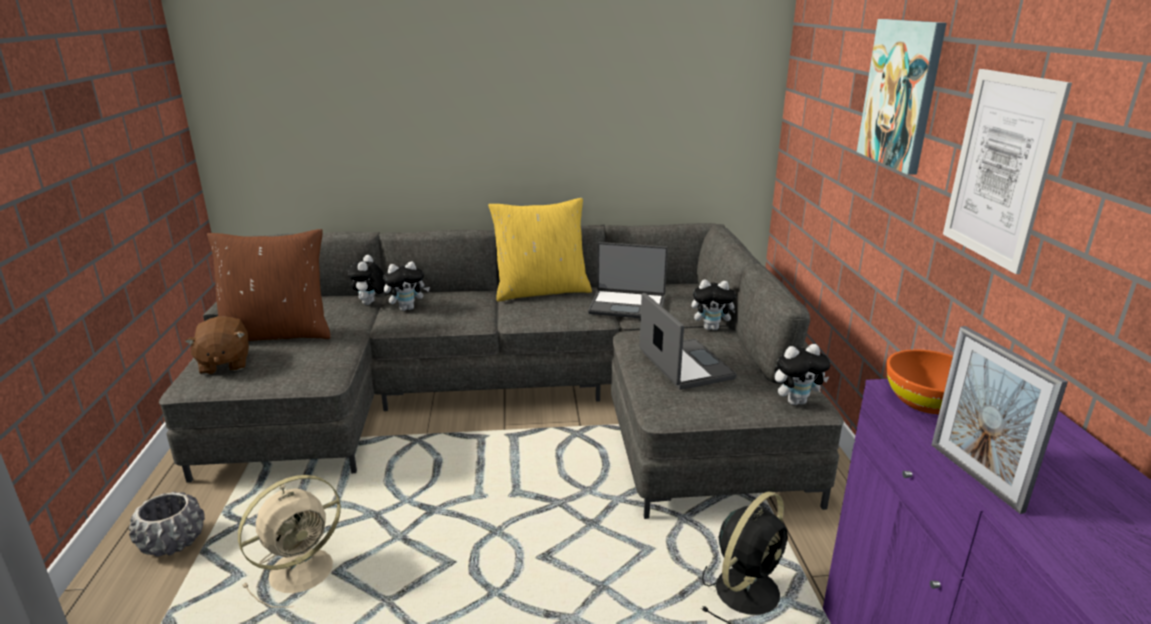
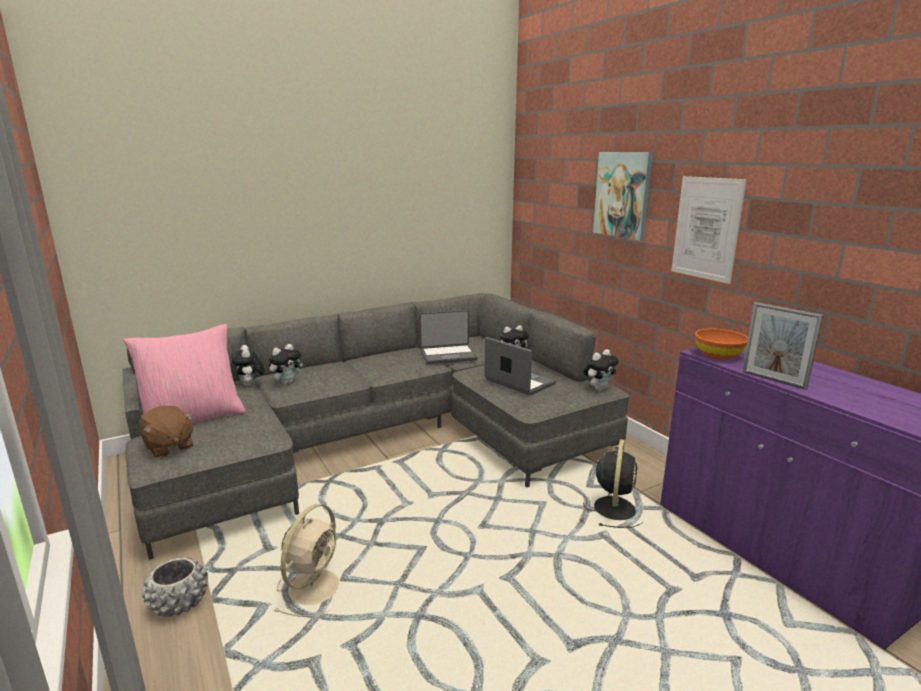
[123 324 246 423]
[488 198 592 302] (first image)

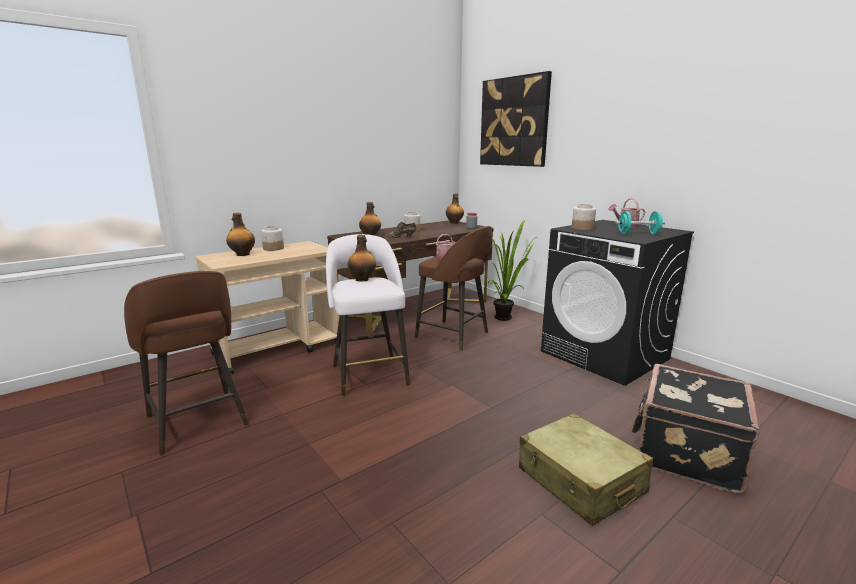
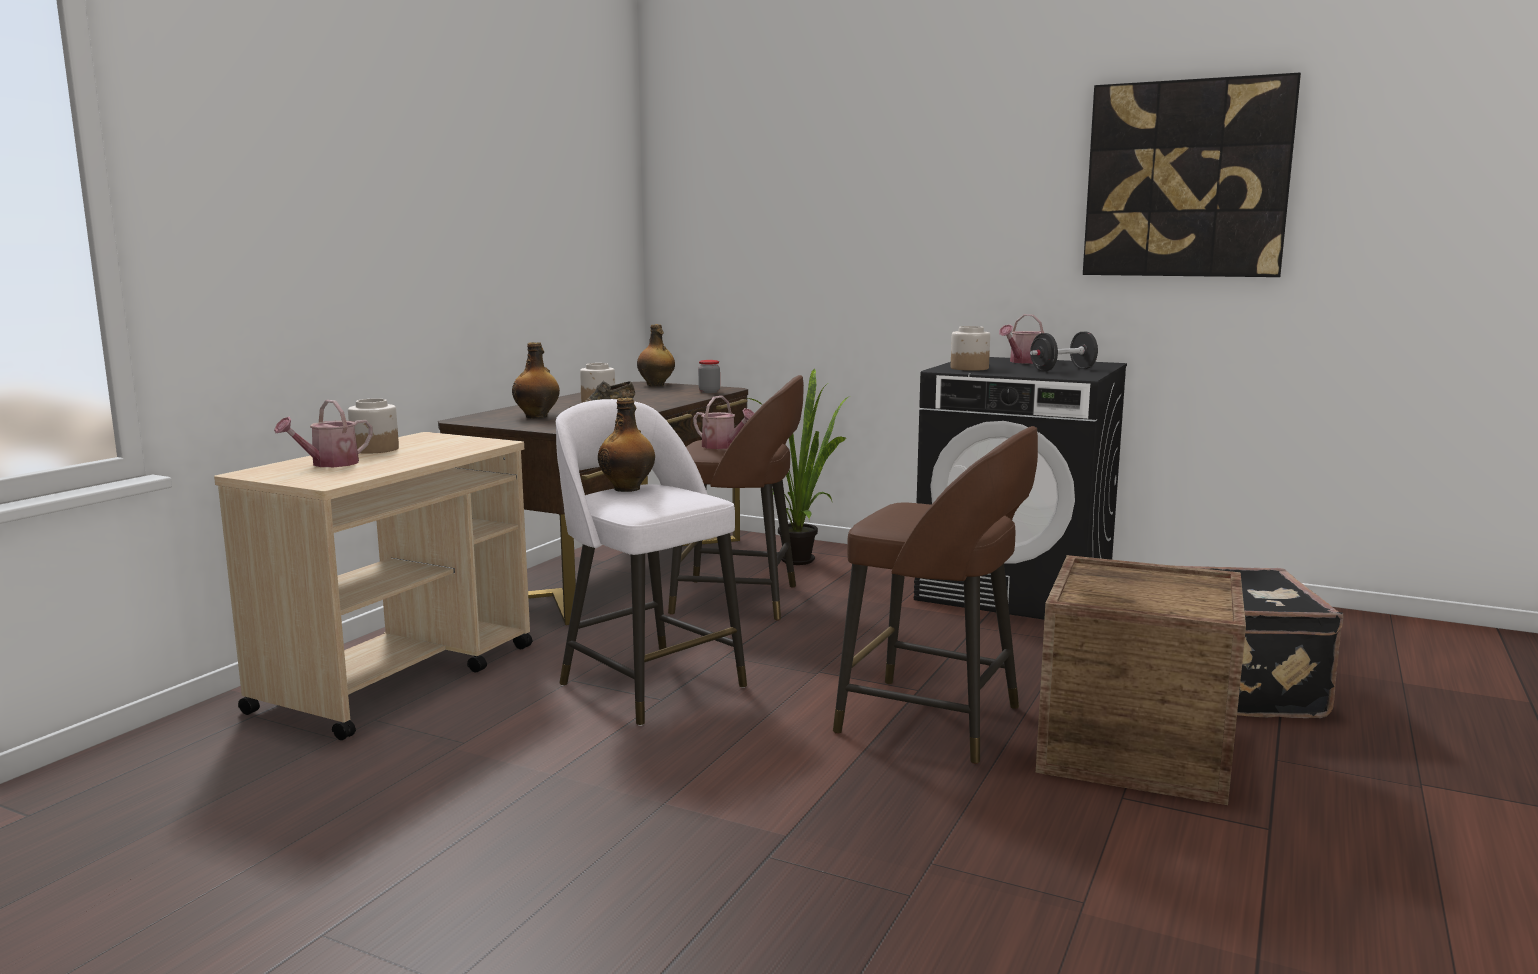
[274 400 373 467]
[833 426 1038 764]
[1030 332 1098 371]
[1036 555 1246 805]
[1083 73 1301 277]

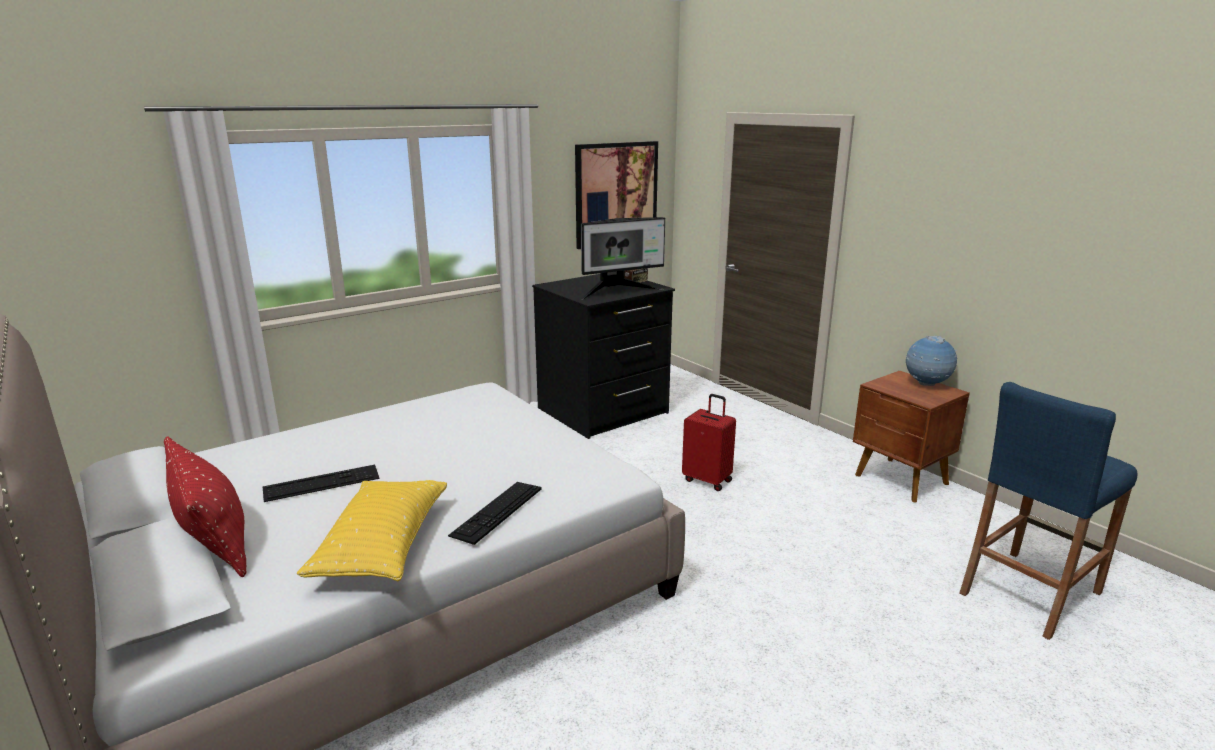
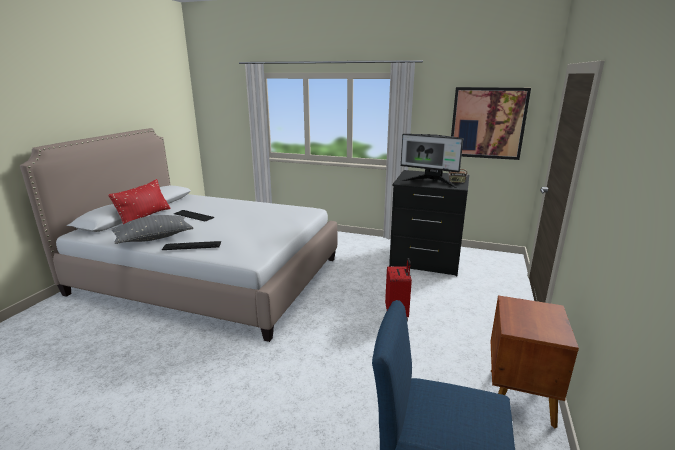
[111 215 193 244]
[906 336 957 386] (first image)

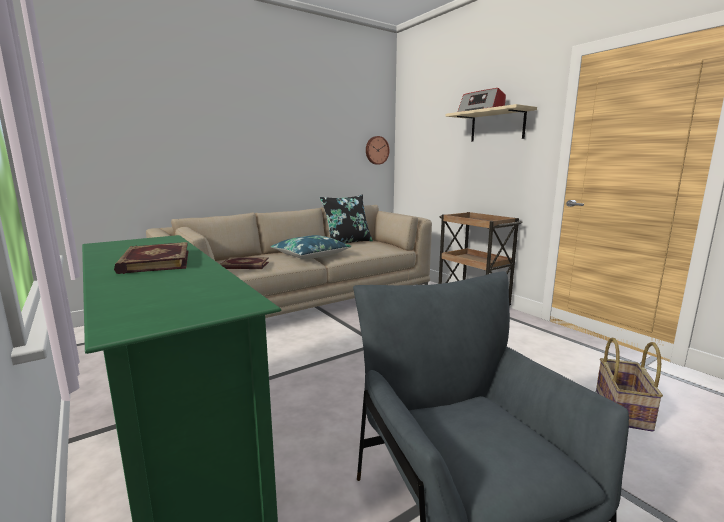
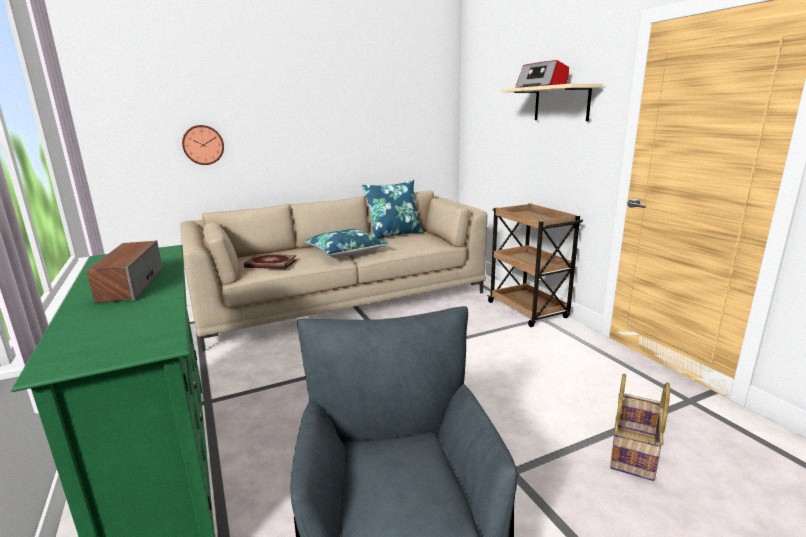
[86 240 163 303]
[182 125 224 165]
[362 180 424 239]

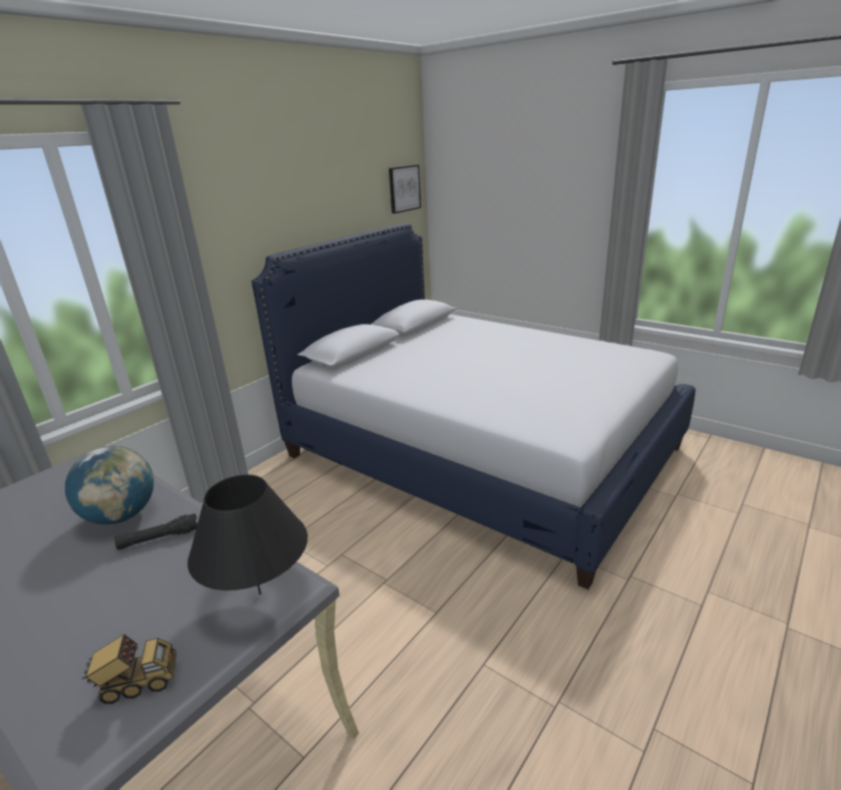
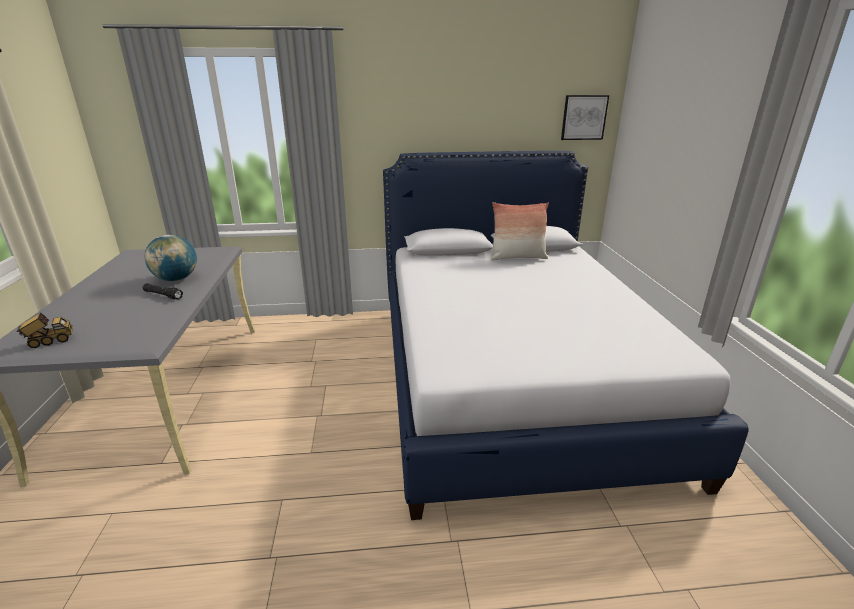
[16 313 73 348]
[491 202 549 261]
[187 475 308 595] (first image)

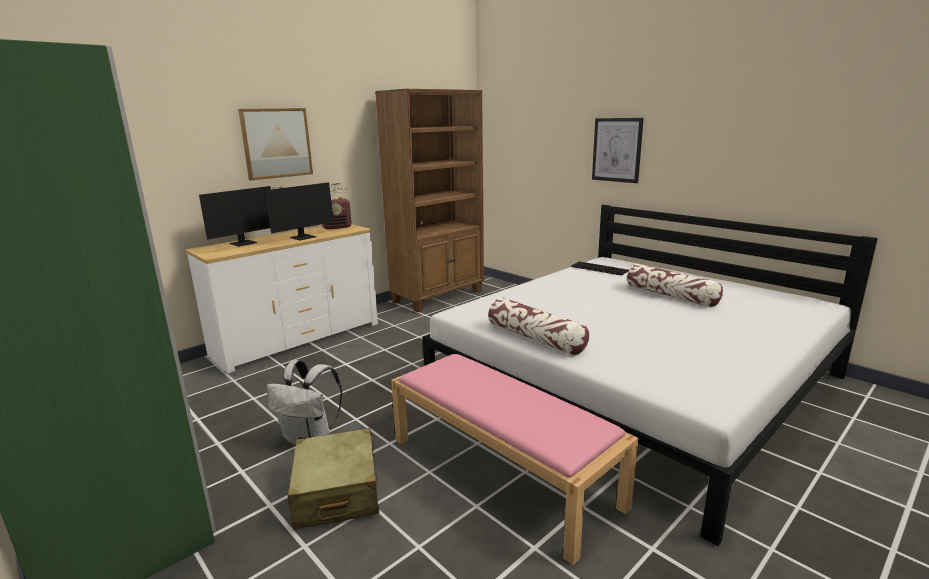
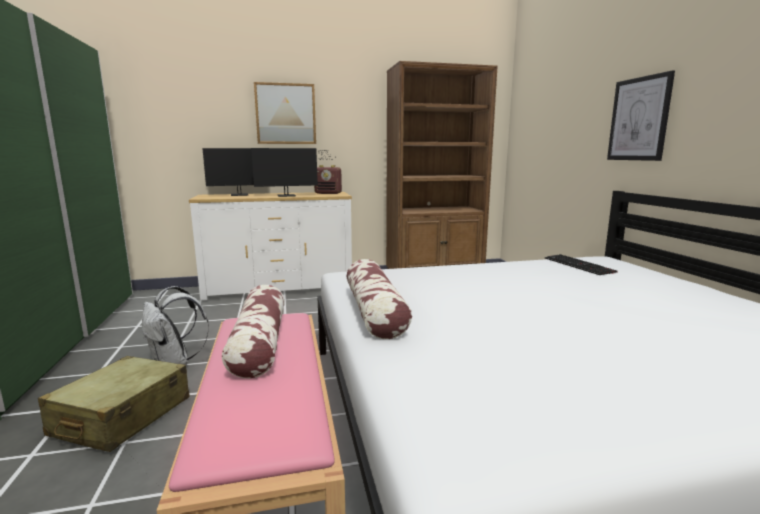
[222 285 285 378]

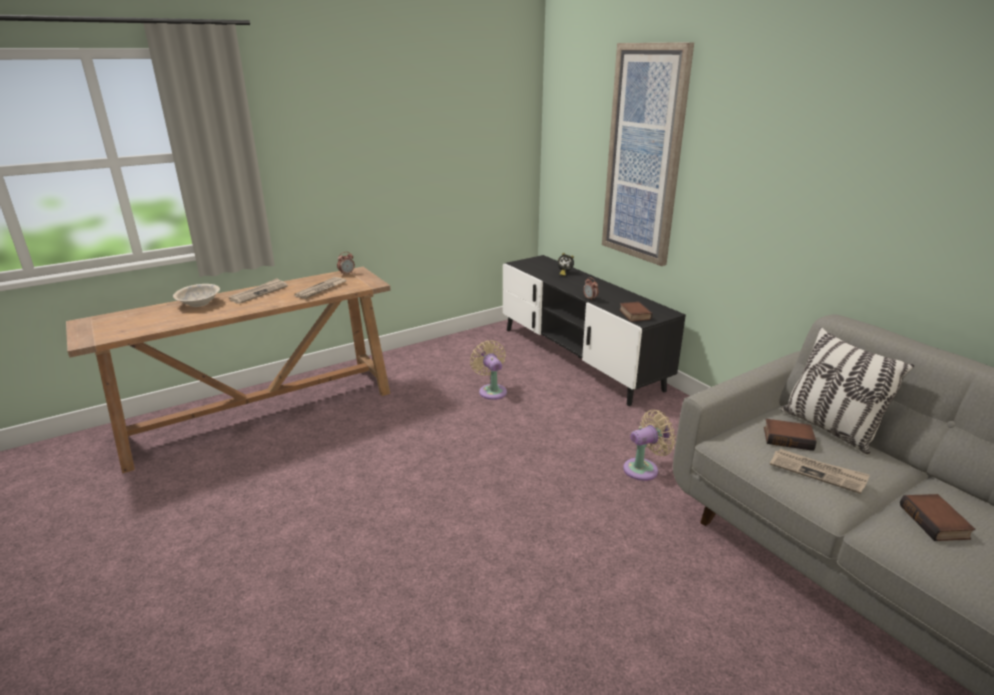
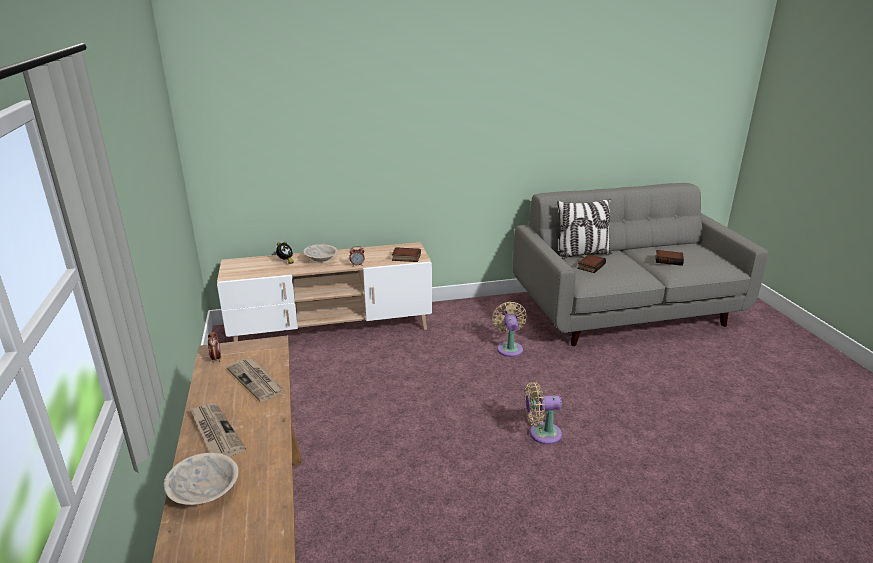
[217 242 432 342]
[303 244 338 262]
[525 382 562 445]
[602 42 694 266] (first image)
[770 449 870 494] (first image)

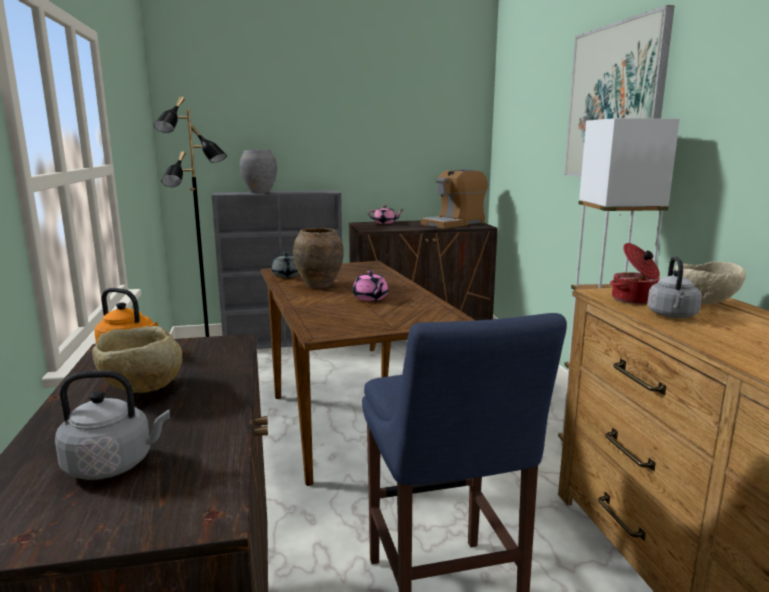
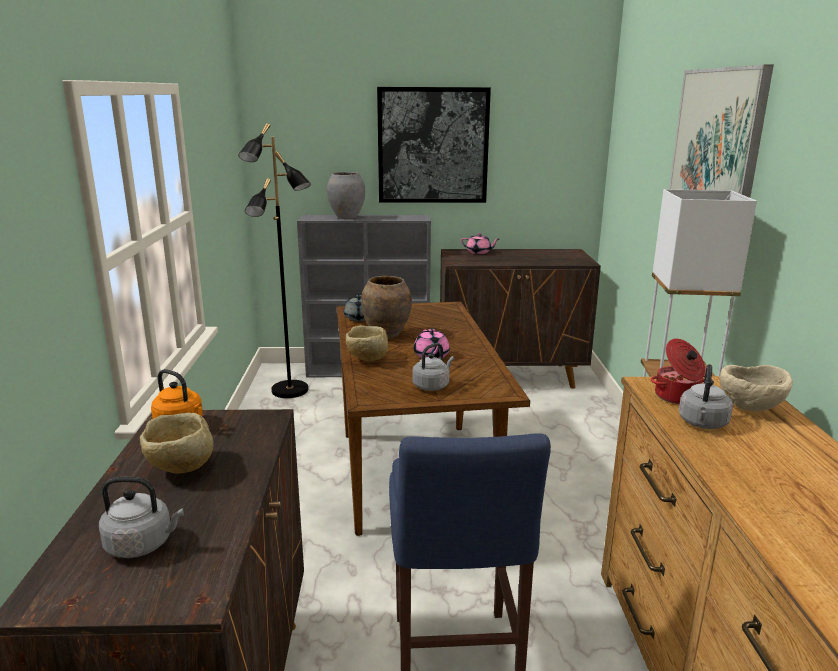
[346 325 388 361]
[377 87 491 203]
[412 343 454 391]
[421 169 488 229] (first image)

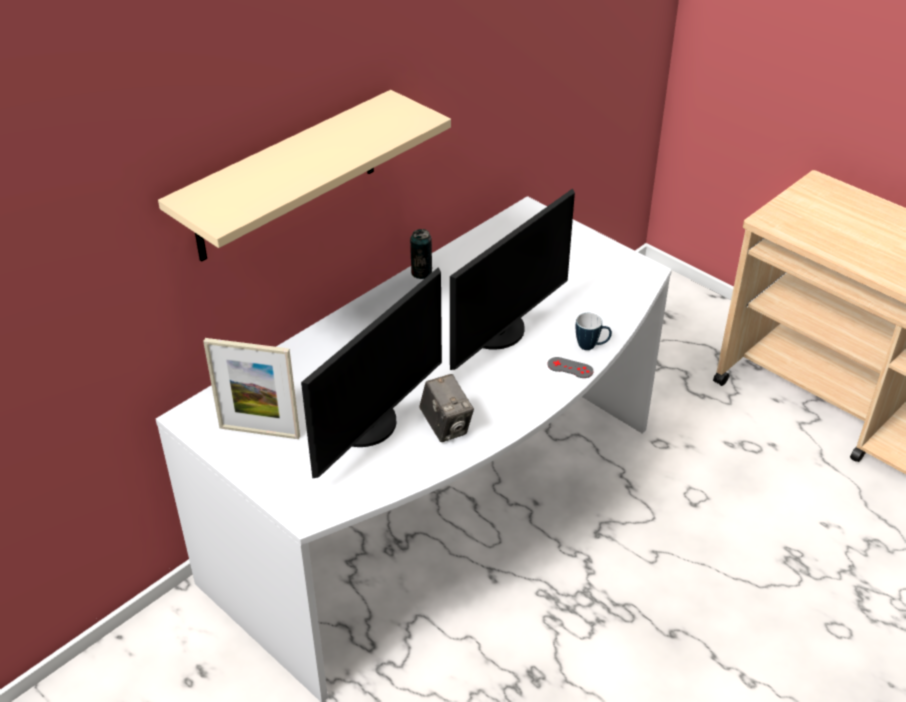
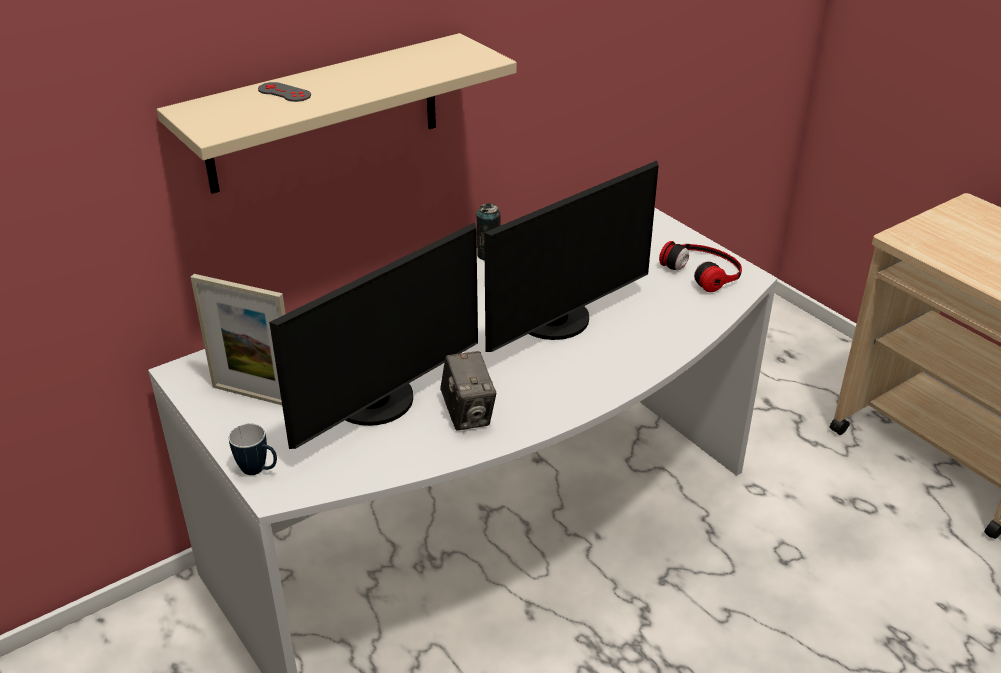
[229 424 277 475]
[258 82 311 102]
[659 241 742 292]

